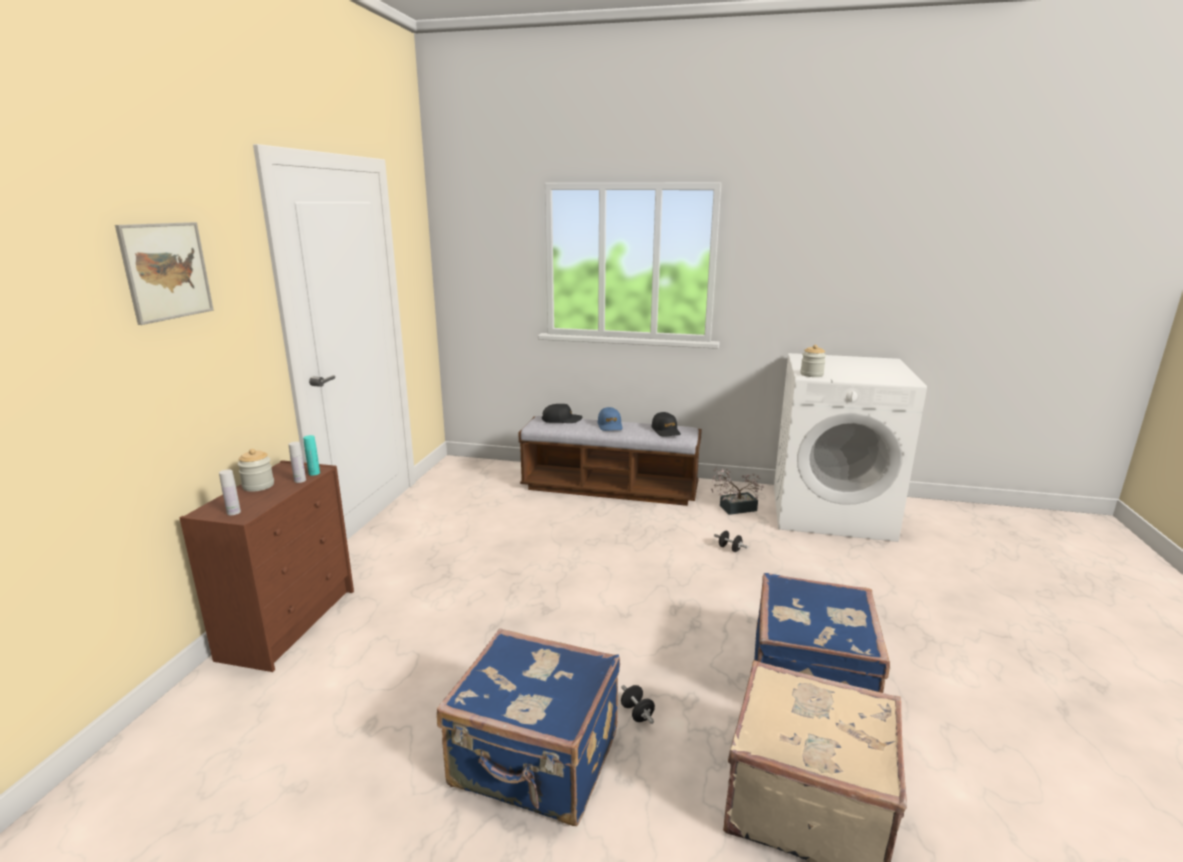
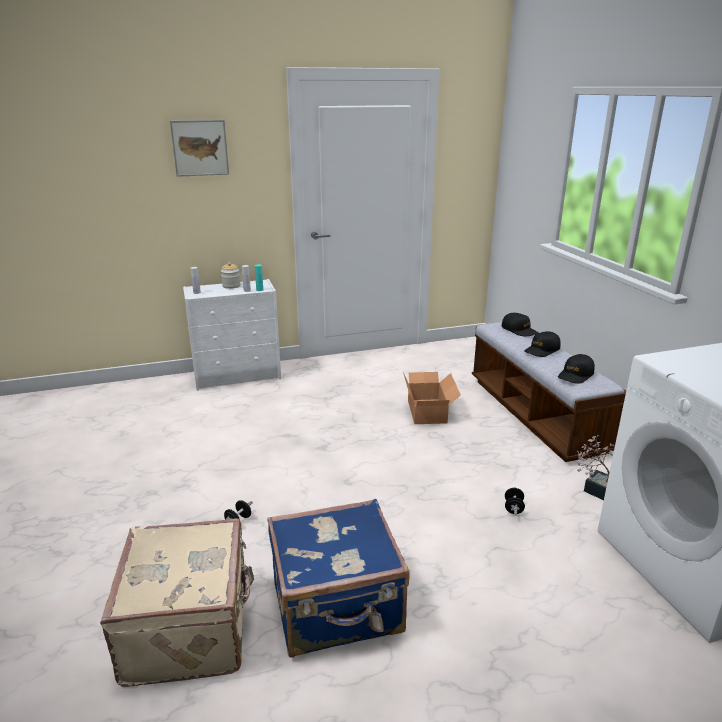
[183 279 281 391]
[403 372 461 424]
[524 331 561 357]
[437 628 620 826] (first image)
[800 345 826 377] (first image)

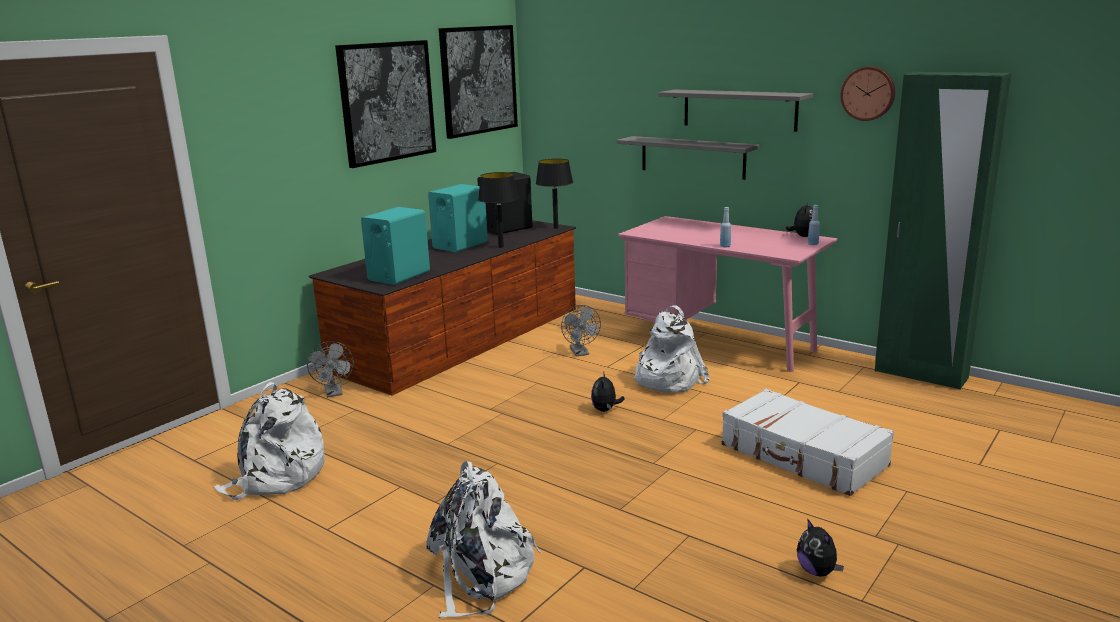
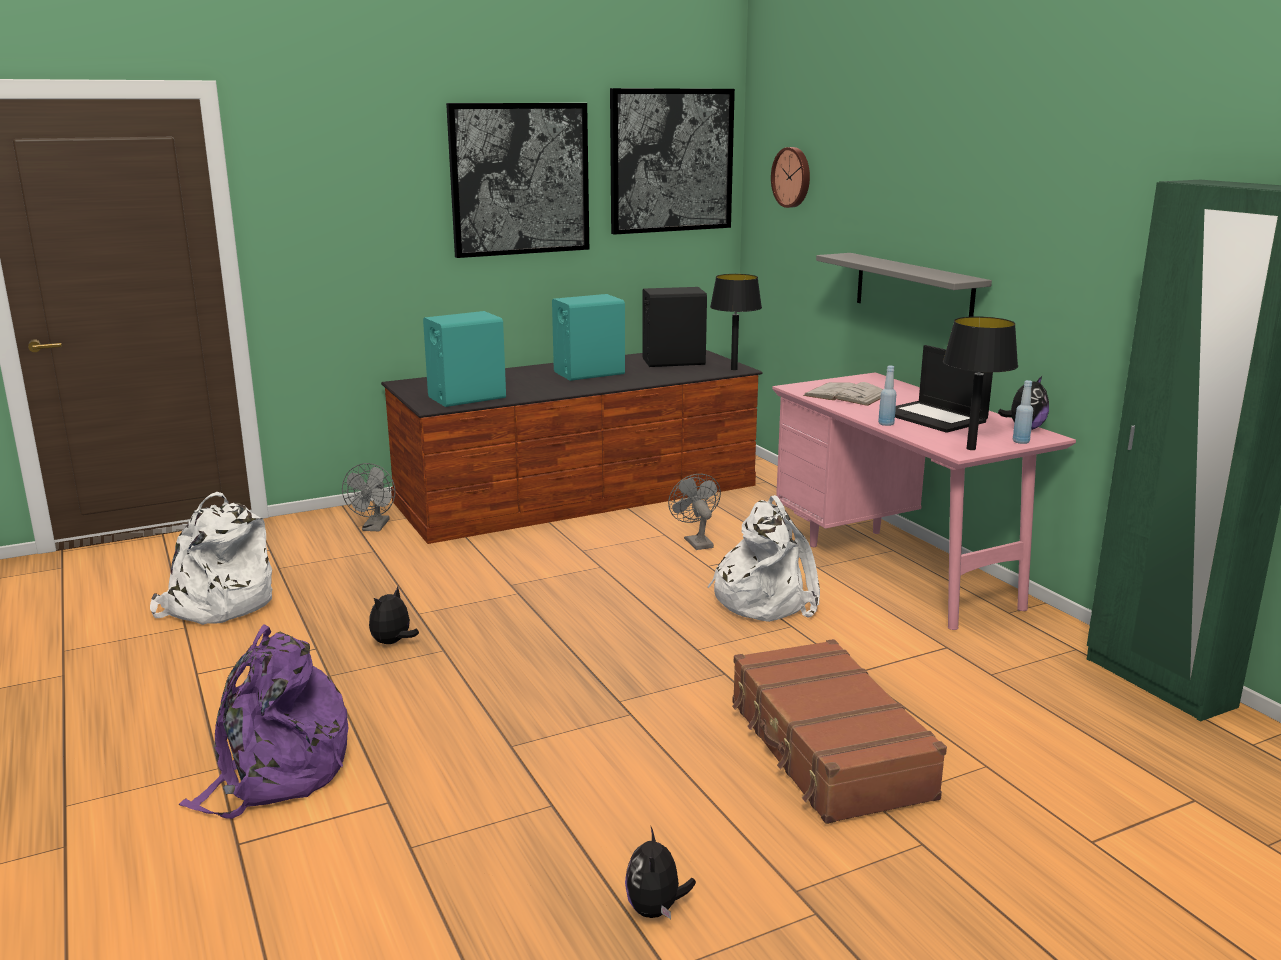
[179 624 349 819]
[369 587 419 644]
[668 474 721 550]
[732 639 947 824]
[771 147 810 208]
[803 382 883 406]
[895 345 993 433]
[943 316 1018 450]
[658 89 813 132] (first image)

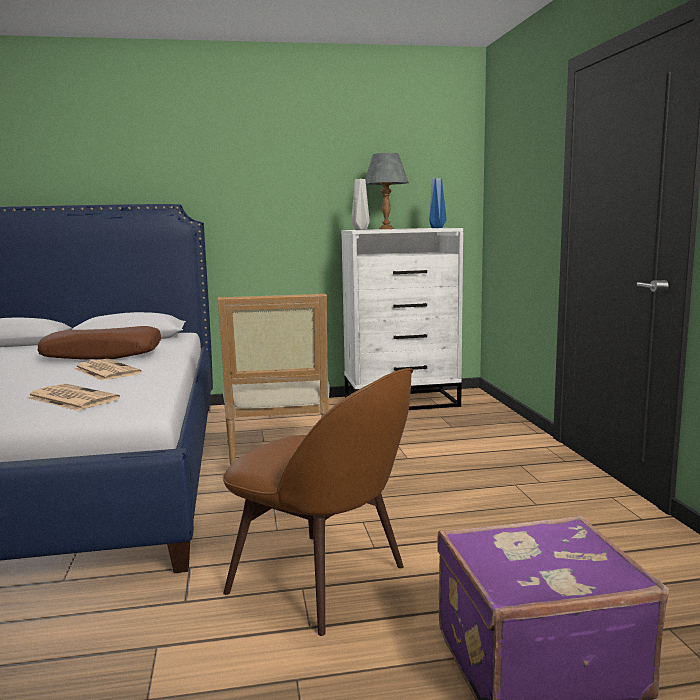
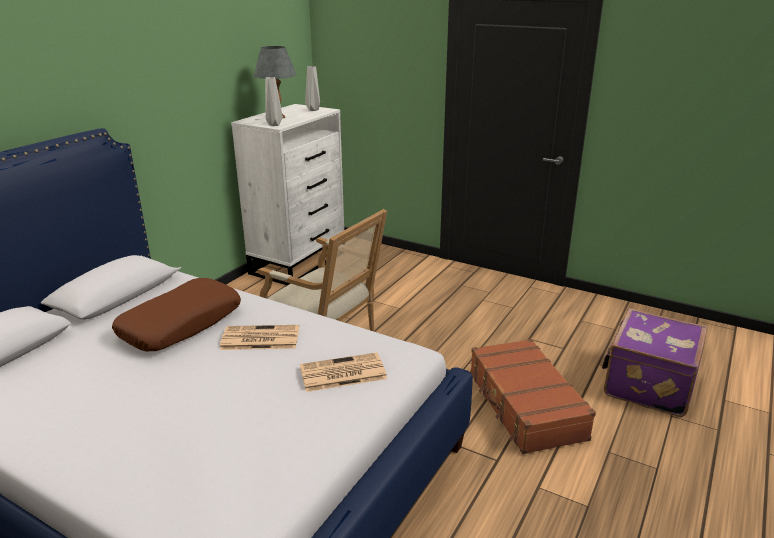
[305 66 320 111]
[470 339 596 454]

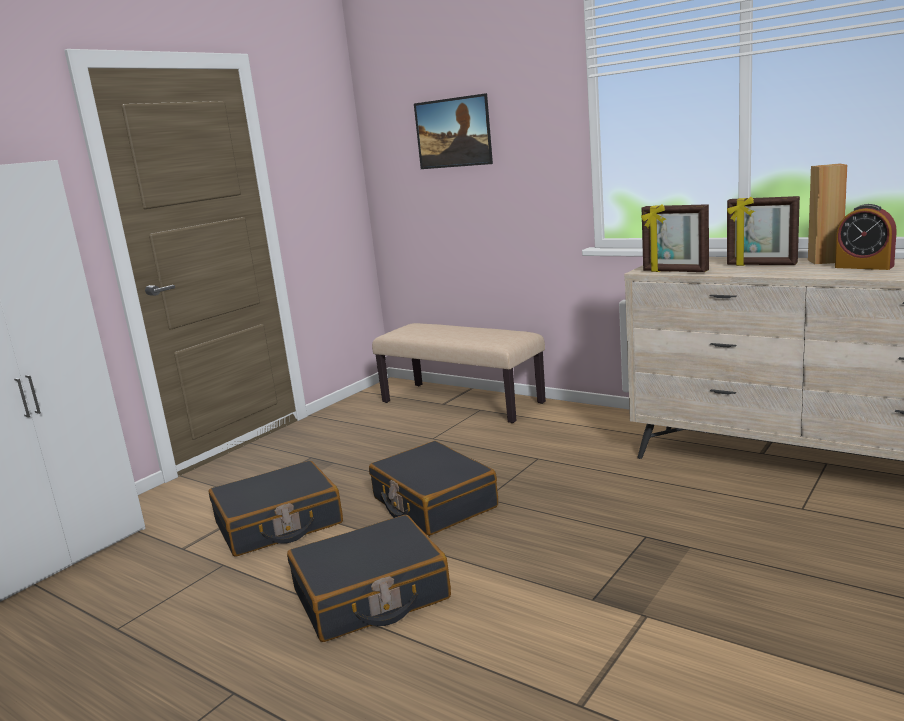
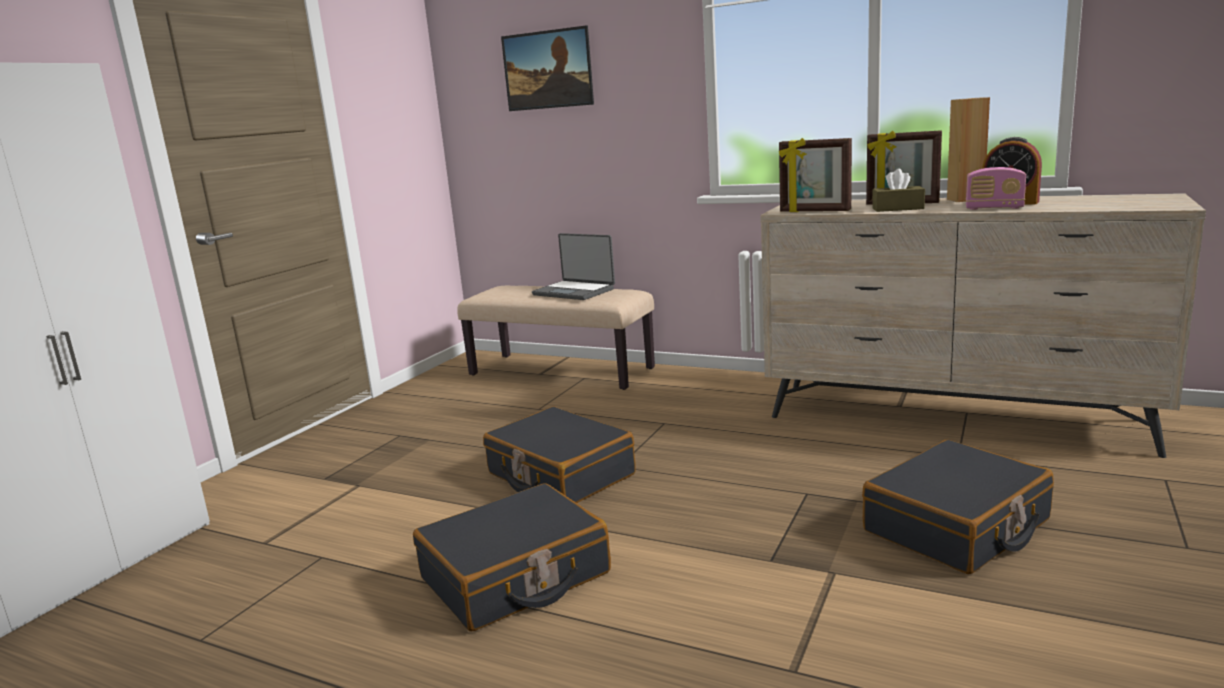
[532 233 615 300]
[862 440 1054 574]
[872 169 925 212]
[966 167 1026 210]

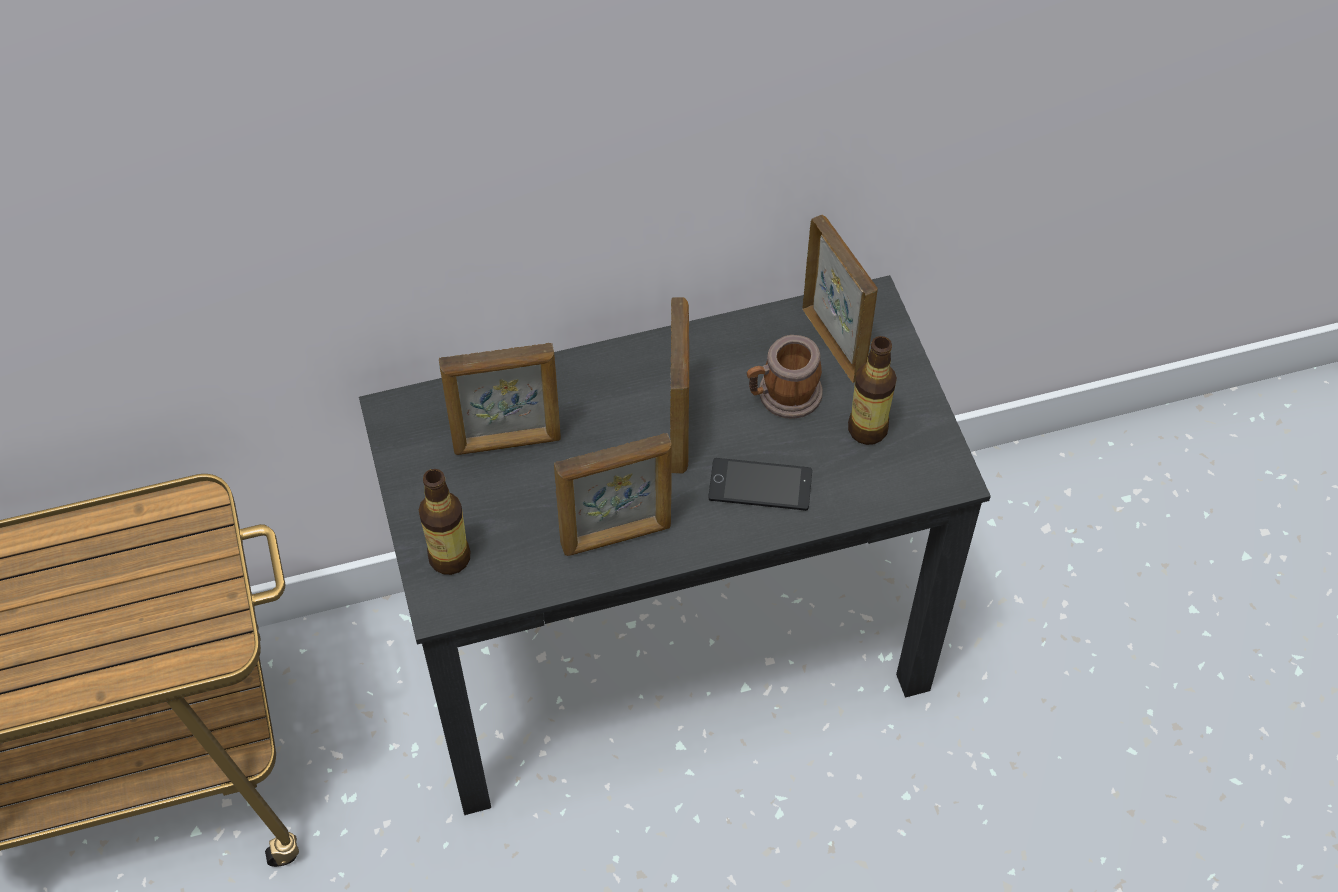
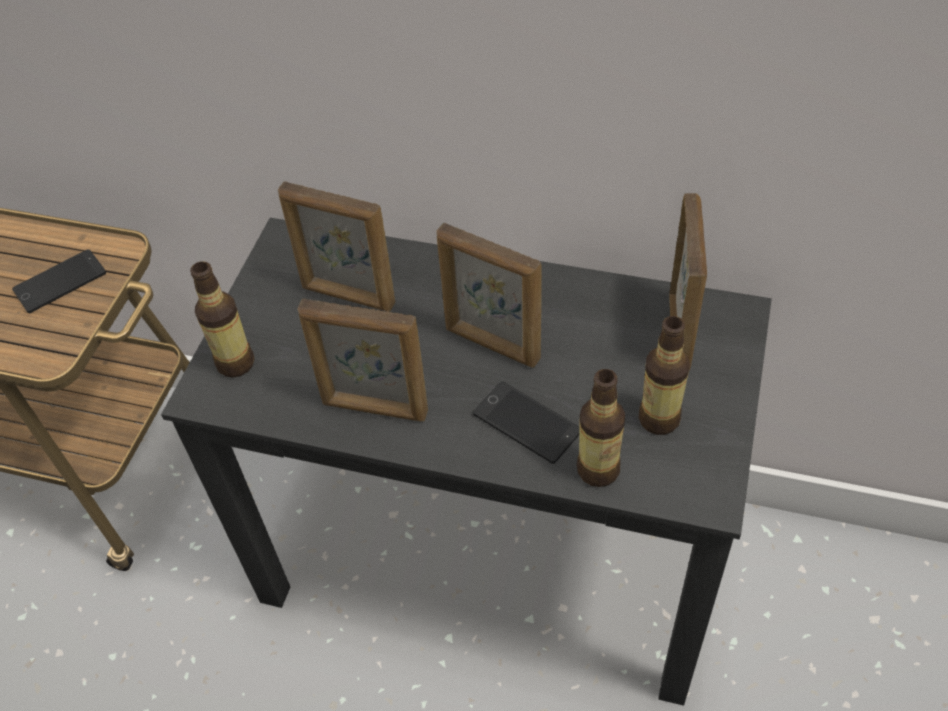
[12 249 106 313]
[436 223 542 368]
[577 369 625 487]
[747 335 823 419] (first image)

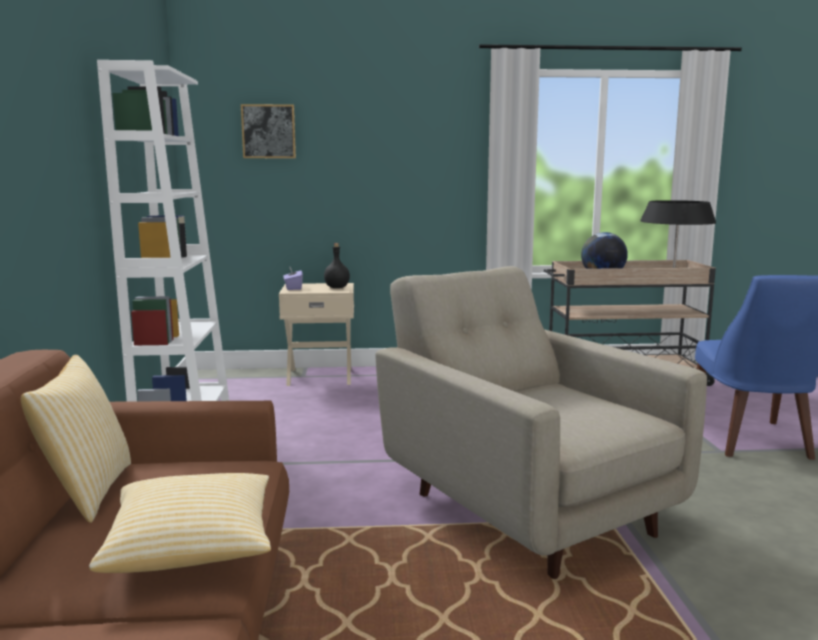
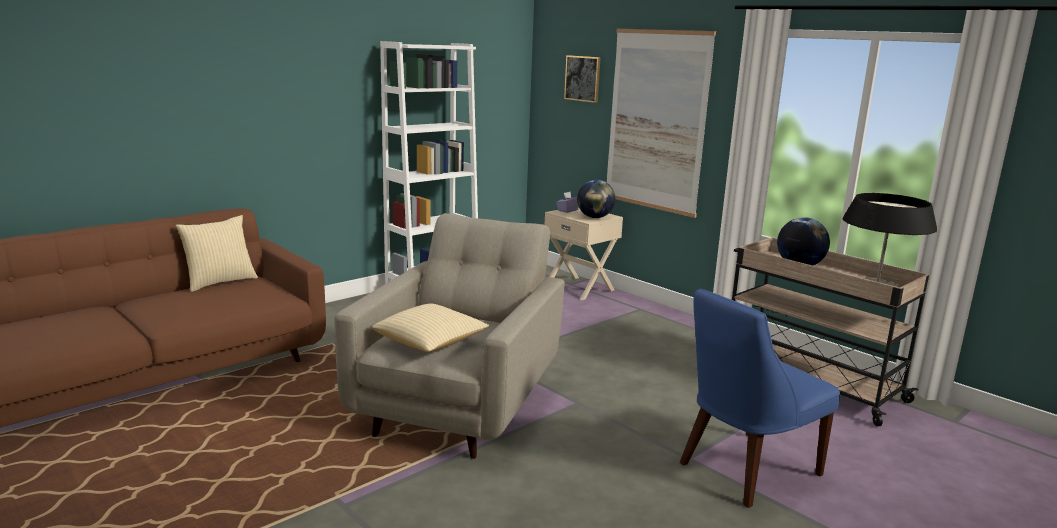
[372 304 490 352]
[577 180 615 218]
[607 29 716 218]

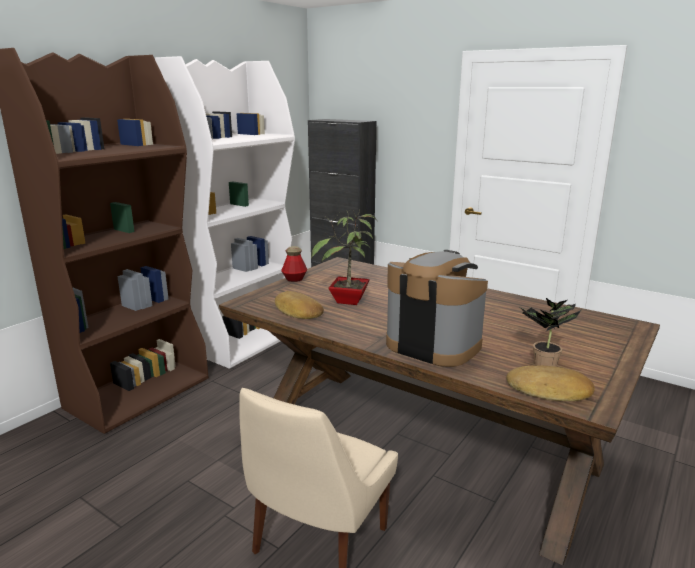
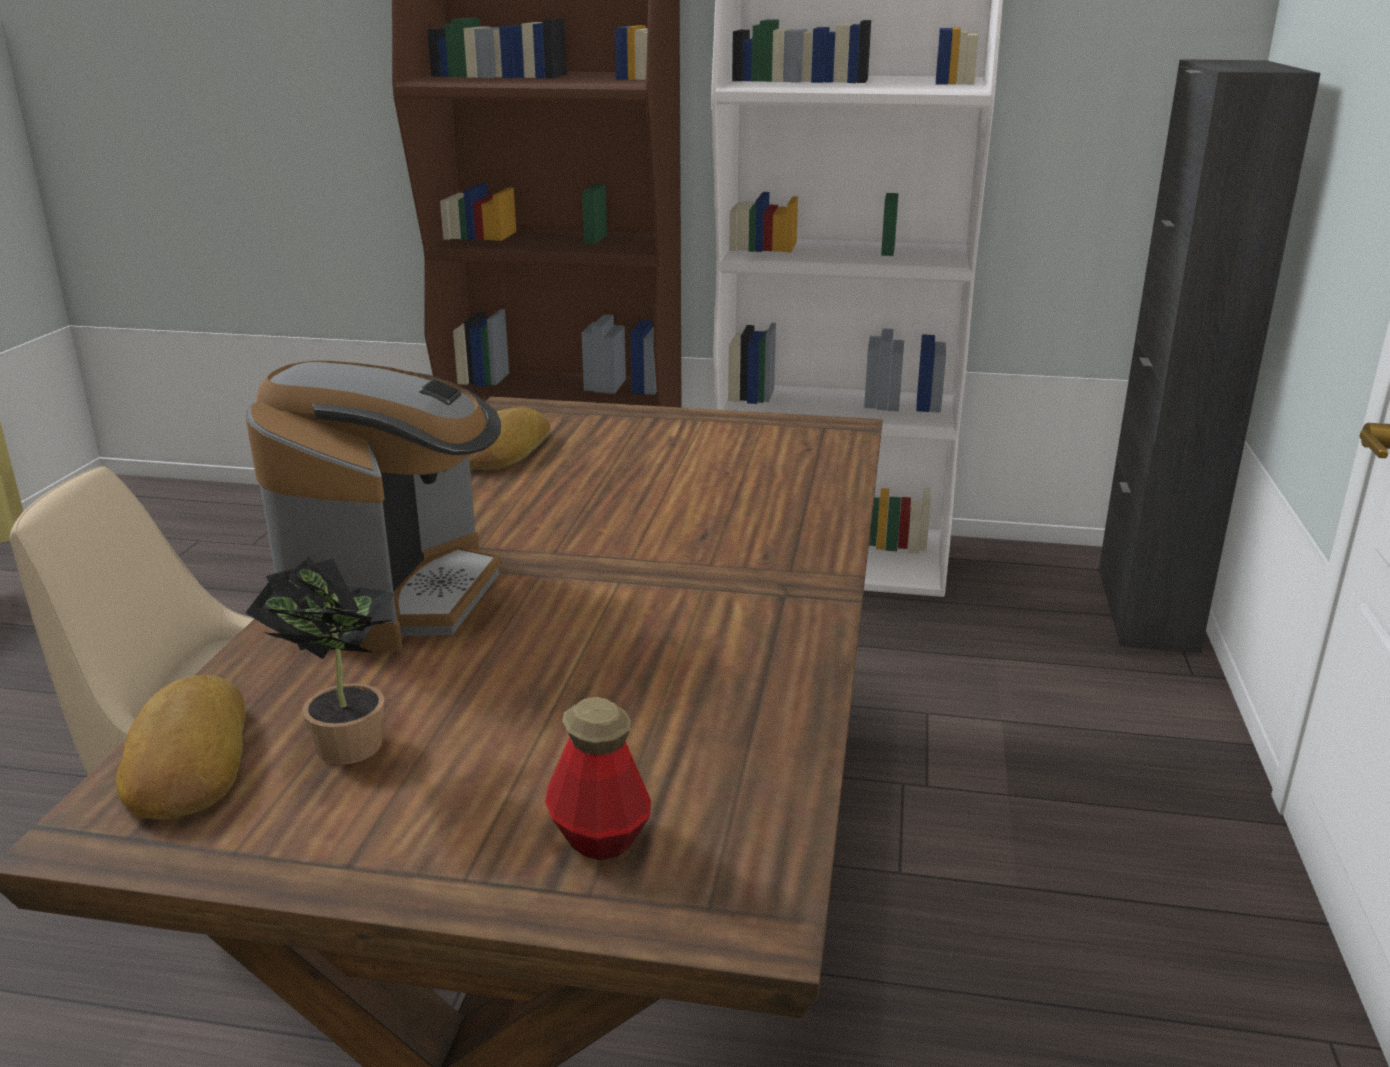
[545 697 651 860]
[311 209 375 305] (first image)

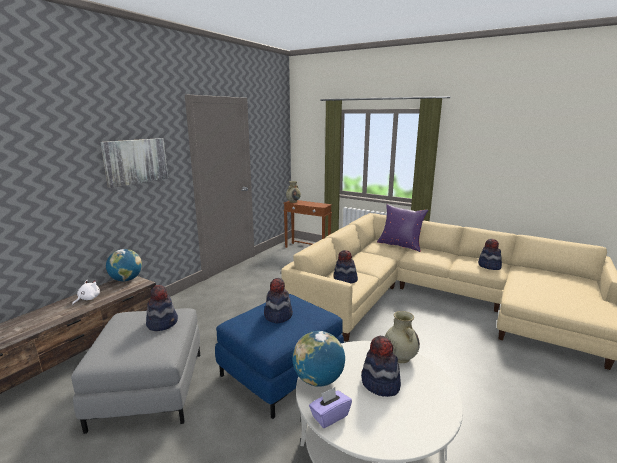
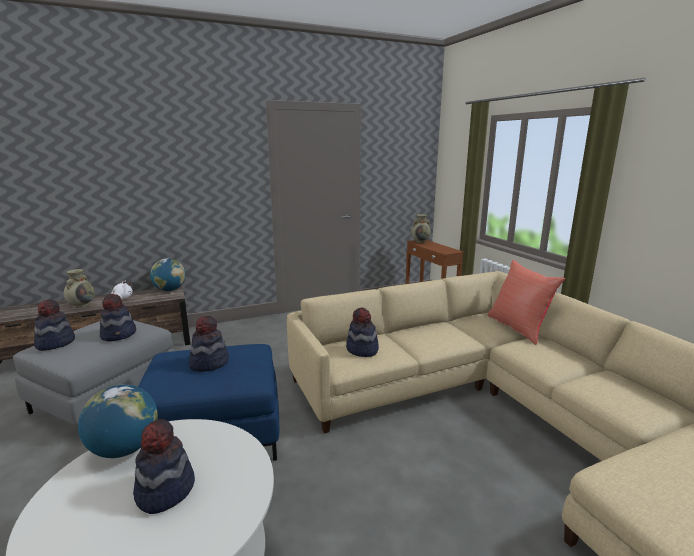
[34 299 75 351]
[64 269 95 308]
[487 260 565 345]
[100 138 168 188] (first image)
[309 387 352 428] (first image)

